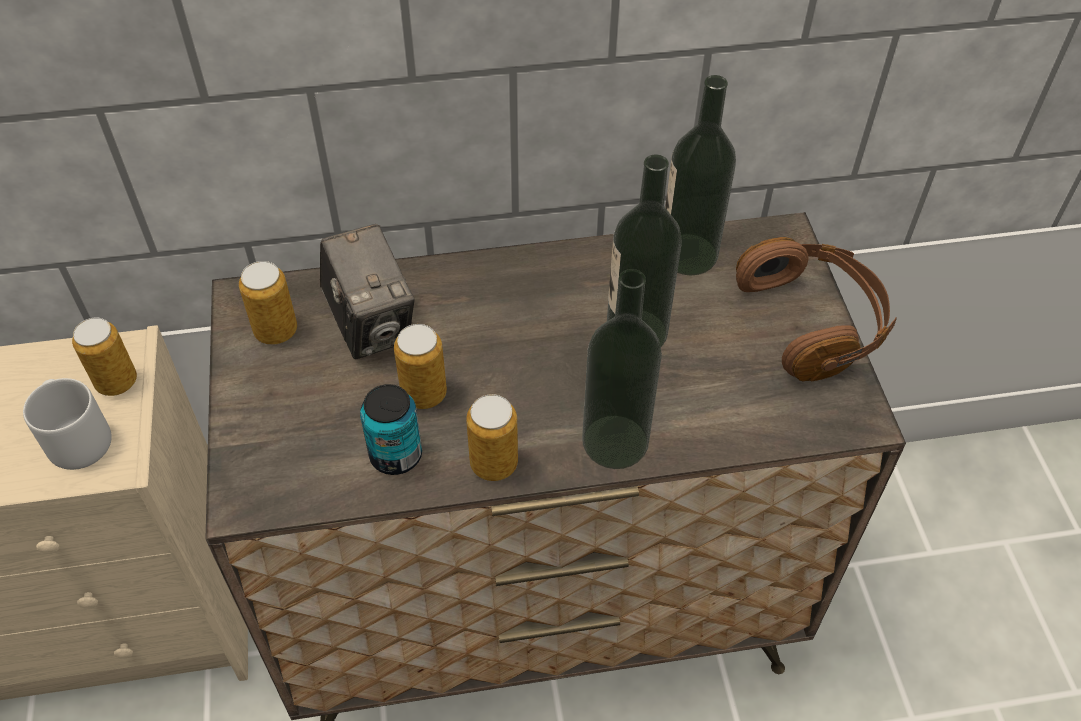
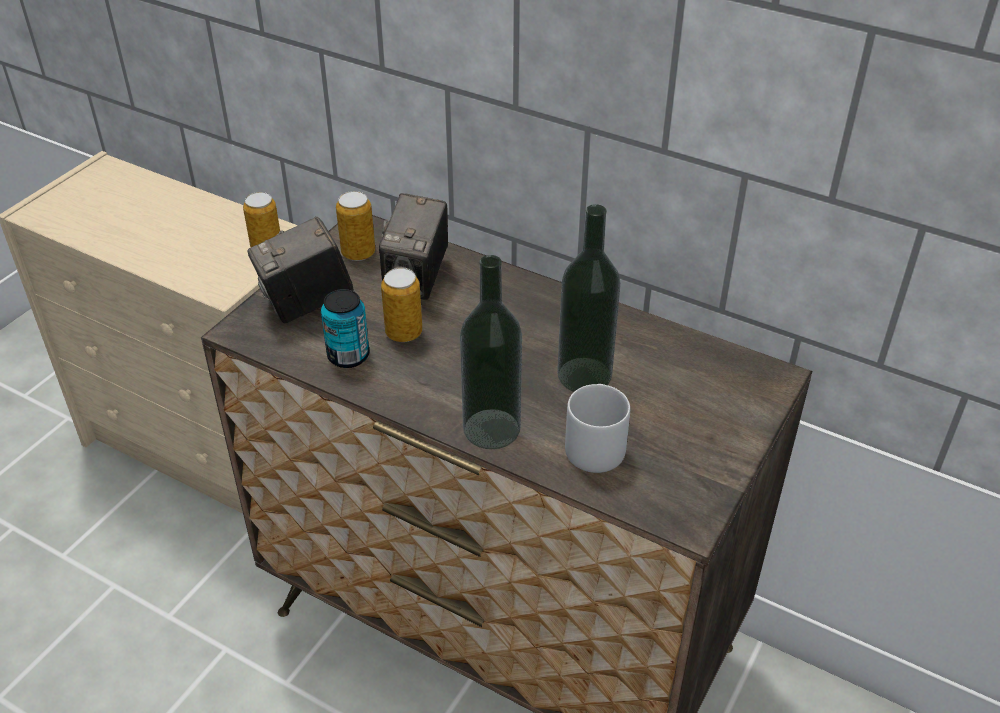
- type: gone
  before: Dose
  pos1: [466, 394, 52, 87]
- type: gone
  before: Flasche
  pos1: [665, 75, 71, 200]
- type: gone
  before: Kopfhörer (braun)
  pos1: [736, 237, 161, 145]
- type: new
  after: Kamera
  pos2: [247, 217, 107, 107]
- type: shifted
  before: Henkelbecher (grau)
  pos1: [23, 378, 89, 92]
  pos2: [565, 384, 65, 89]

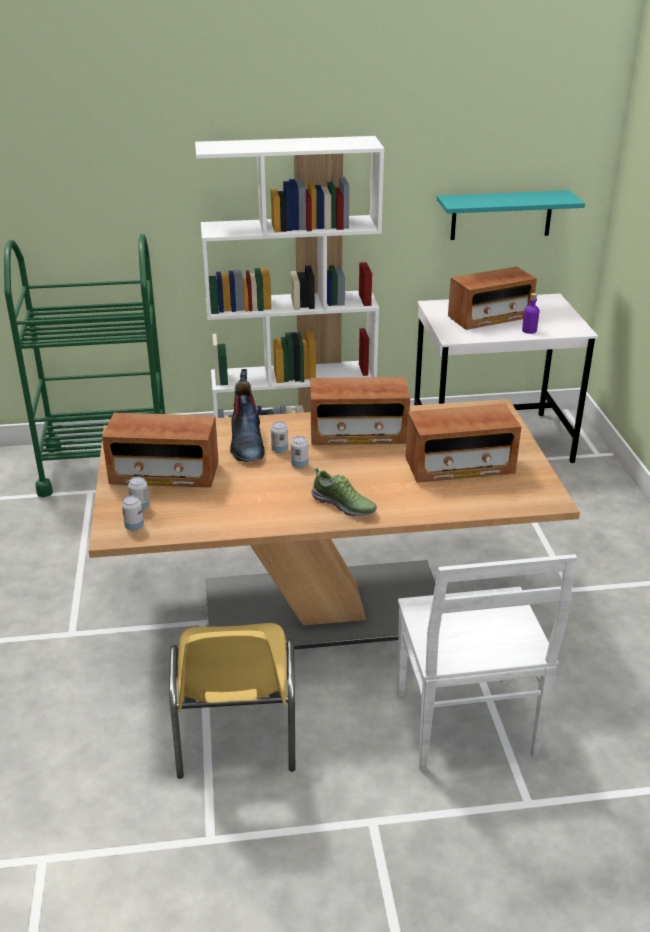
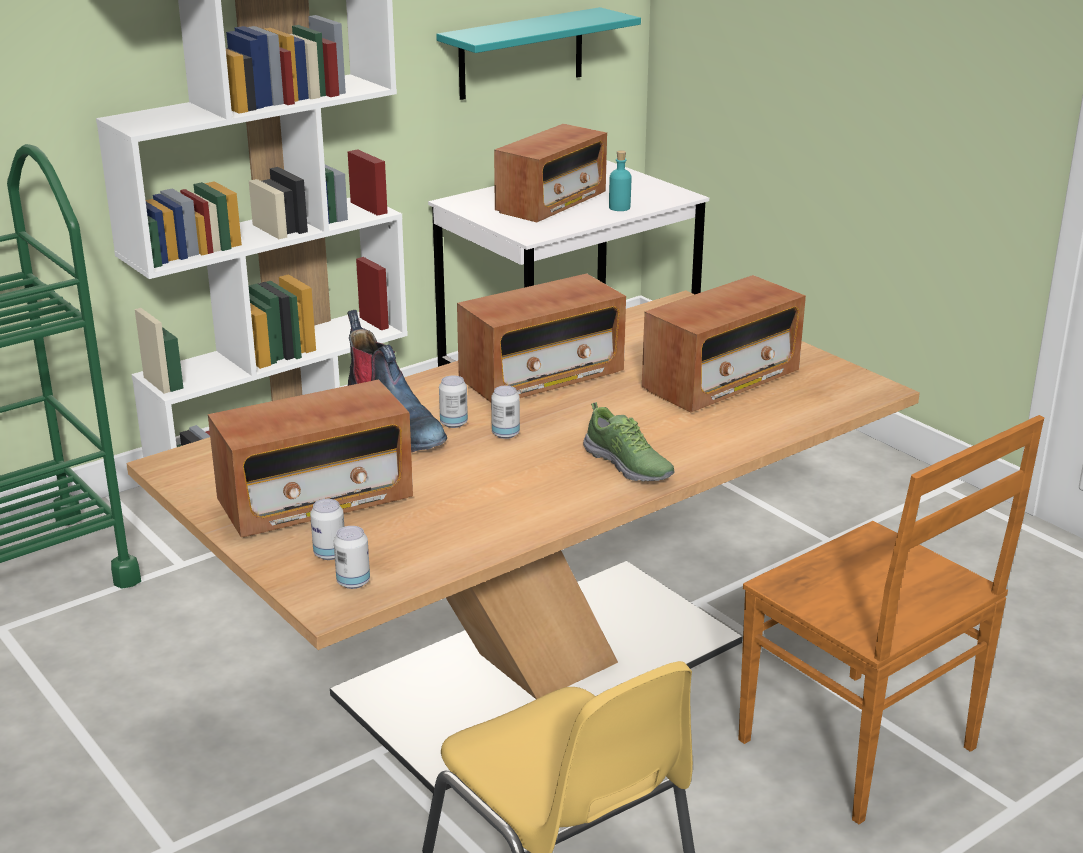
- type: repainted
  before: Stuhl (weiß)
  after: Stuhl (braun)
  pos1: [397, 554, 180, 217]
  pos2: [738, 415, 307, 409]
- type: repainted
  before: Flasche (lila)
  after: Flasche (türkis)
  pos1: [522, 293, 17, 41]
  pos2: [609, 150, 23, 61]
- type: rotated
  before: Schuh
  pos1: [312, 468, 65, 49]
  pos2: [583, 402, 92, 79]
  turn: 45

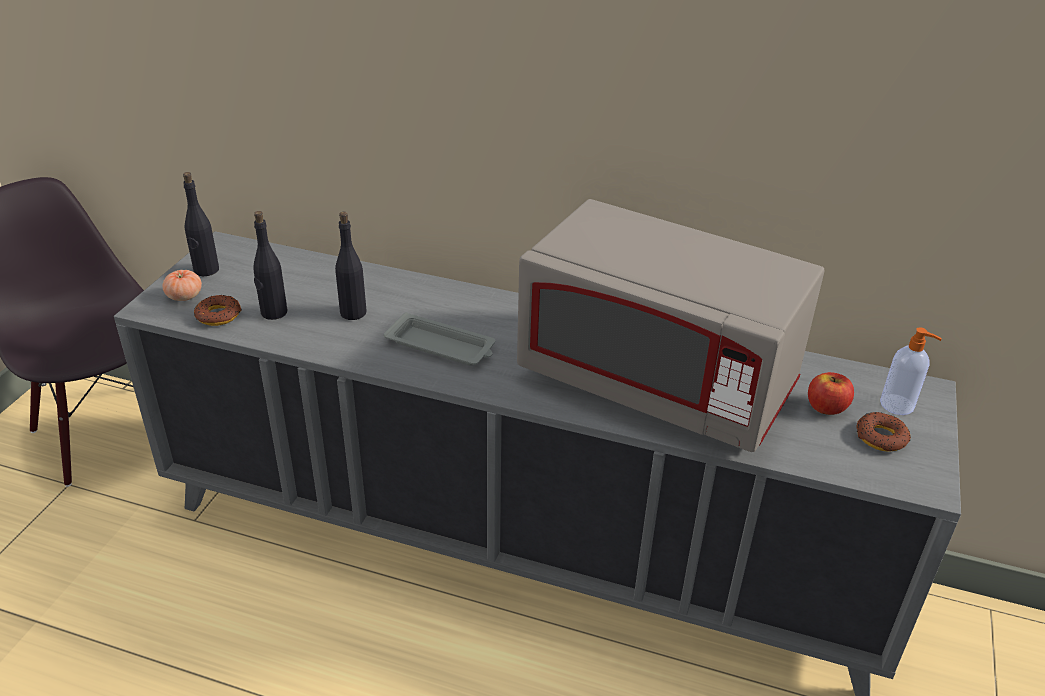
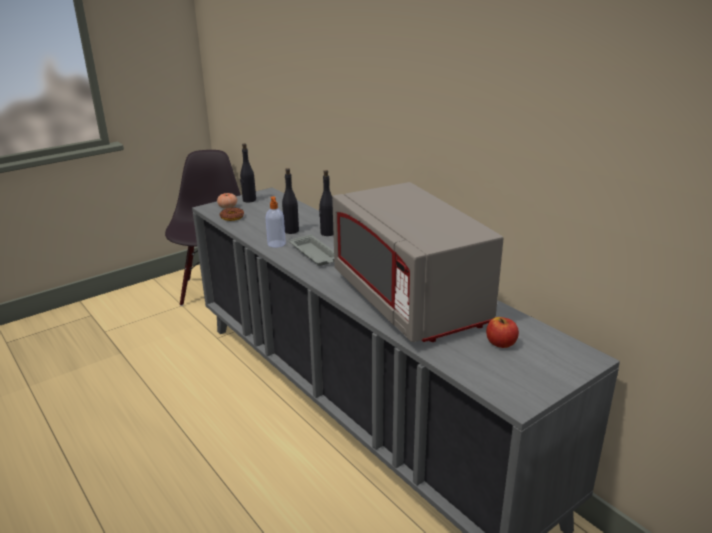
- type: gone
  before: Donut
  pos1: [856, 412, 55, 40]
- type: shifted
  before: Flasche (schwarz)
  pos1: [254, 211, 33, 109]
  pos2: [319, 170, 15, 66]
- type: shifted
  before: Seifenspender
  pos1: [880, 327, 62, 88]
  pos2: [266, 196, 20, 52]

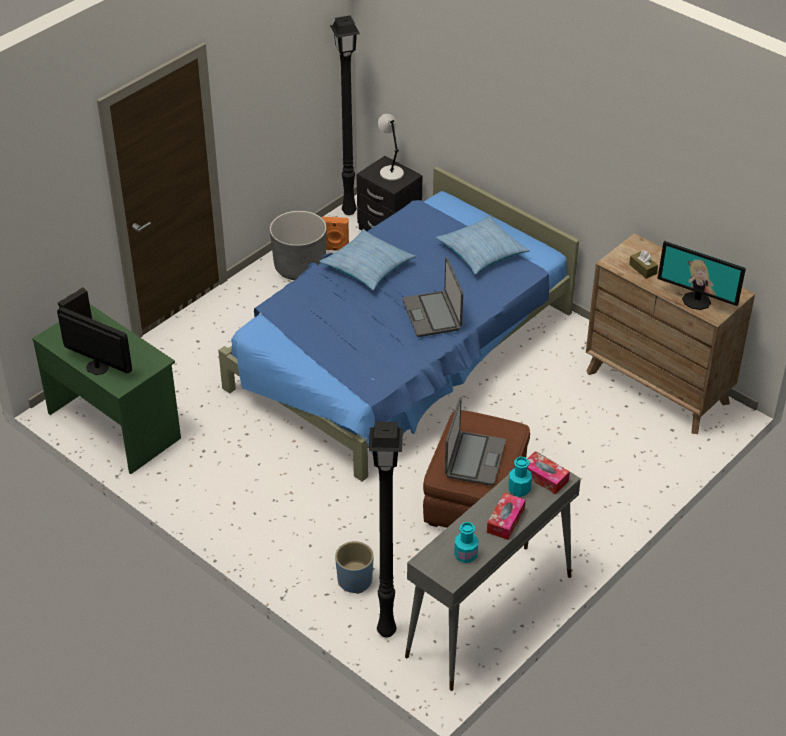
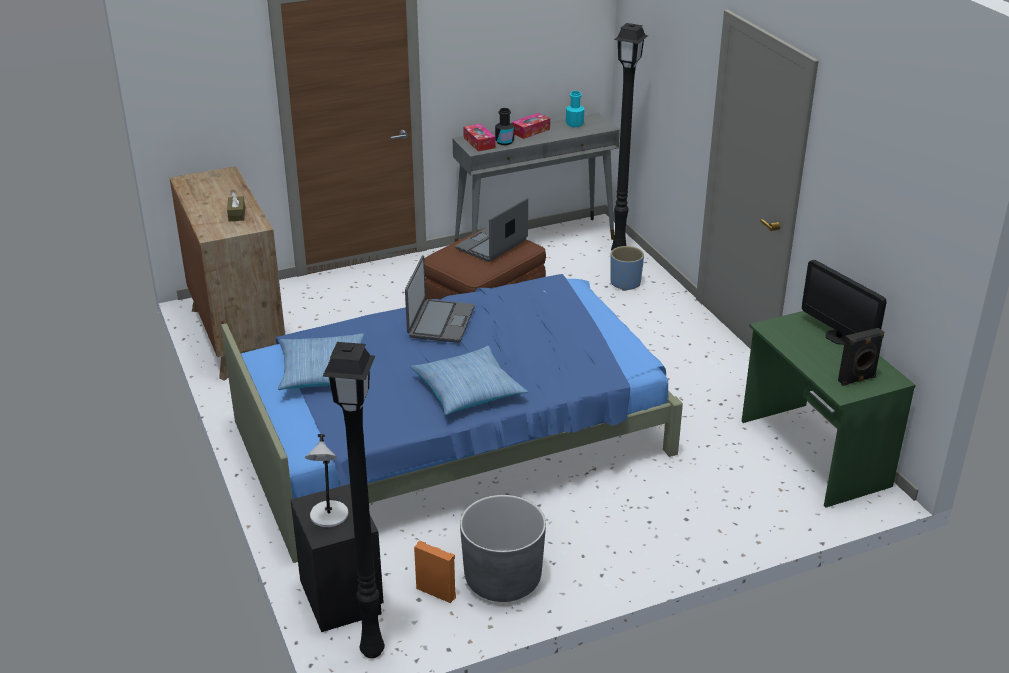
- type: gone
  before: Monitor
  pos1: [658, 241, 88, 69]
- type: repainted
  before: Flasche (türkis)
  after: Flasche (schwarz)
  pos1: [508, 456, 24, 41]
  pos2: [495, 108, 19, 37]

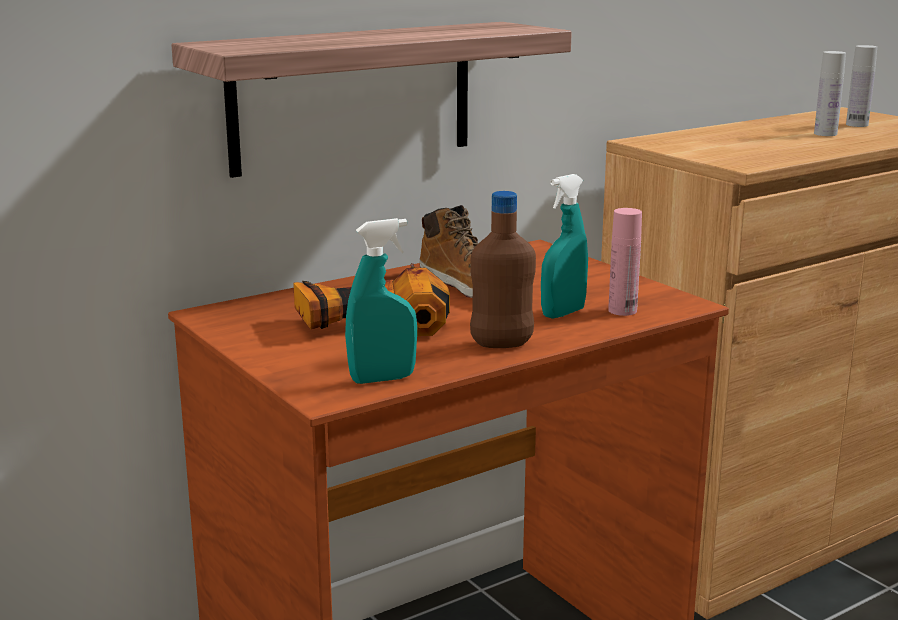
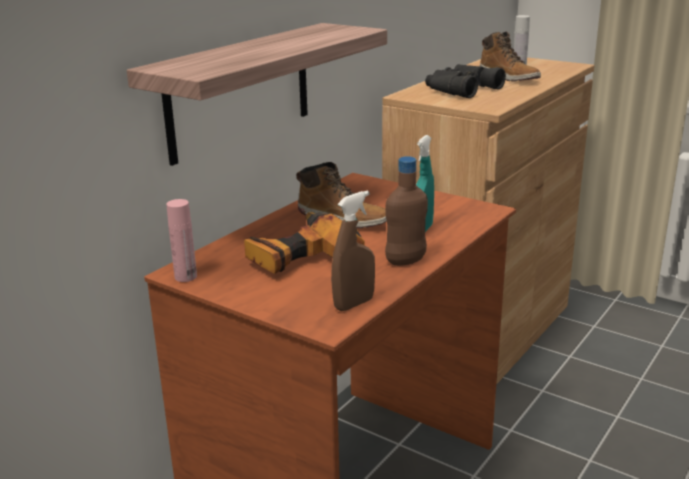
- type: new
  after: Fernglas (schwarz)
  pos2: [425, 64, 81, 34]
- type: shifted
  before: Flasche (rosa)
  pos1: [608, 208, 34, 108]
  pos2: [166, 199, 31, 83]
- type: swapped
  before: Flasche (weiß)
  after: Stiefel
  pos1: [814, 51, 32, 85]
  pos2: [480, 31, 61, 51]
- type: repainted
  before: Sprühflasche (türkis)
  after: Sprühflasche (braun)
  pos1: [345, 218, 72, 166]
  pos2: [331, 191, 44, 120]

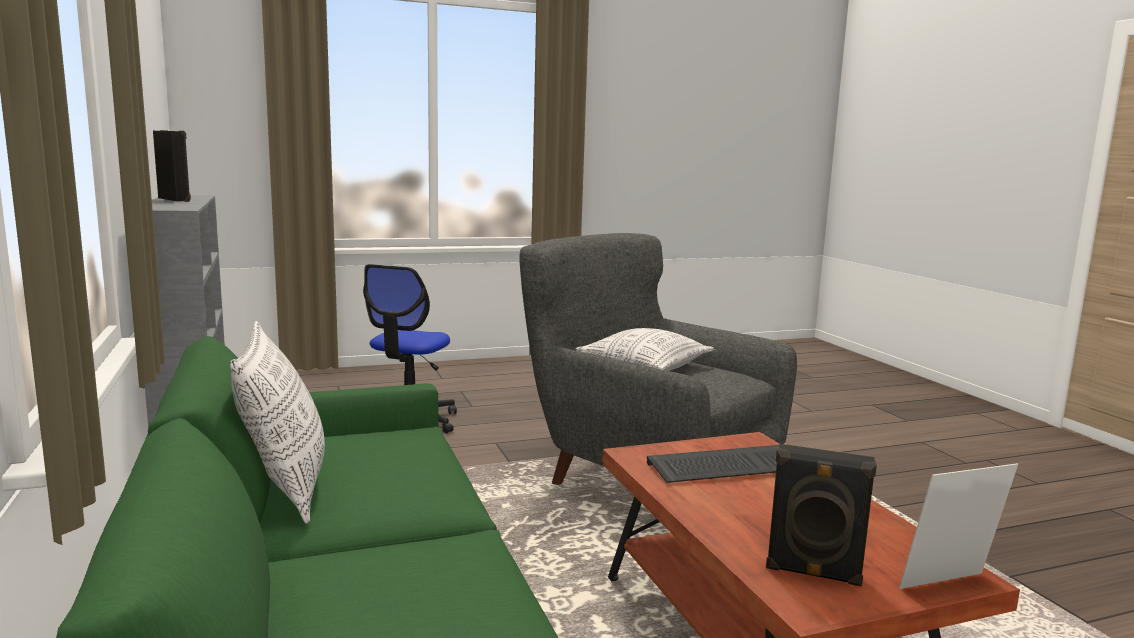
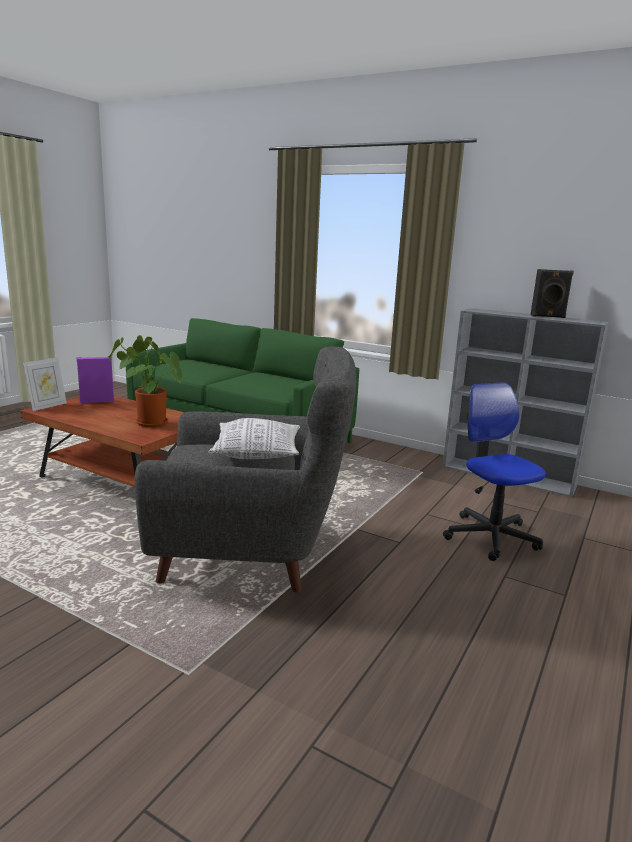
- type: gone
  before: Kissen
  pos1: [230, 321, 95, 203]
- type: swapped
  before: Tastatur
  after: Topfpflanze
  pos1: [647, 445, 132, 38]
  pos2: [108, 335, 75, 92]
- type: repainted
  before: Lautsprecher (schwarz)
  after: Lautsprecher (lila)
  pos1: [766, 444, 111, 143]
  pos2: [77, 357, 37, 46]

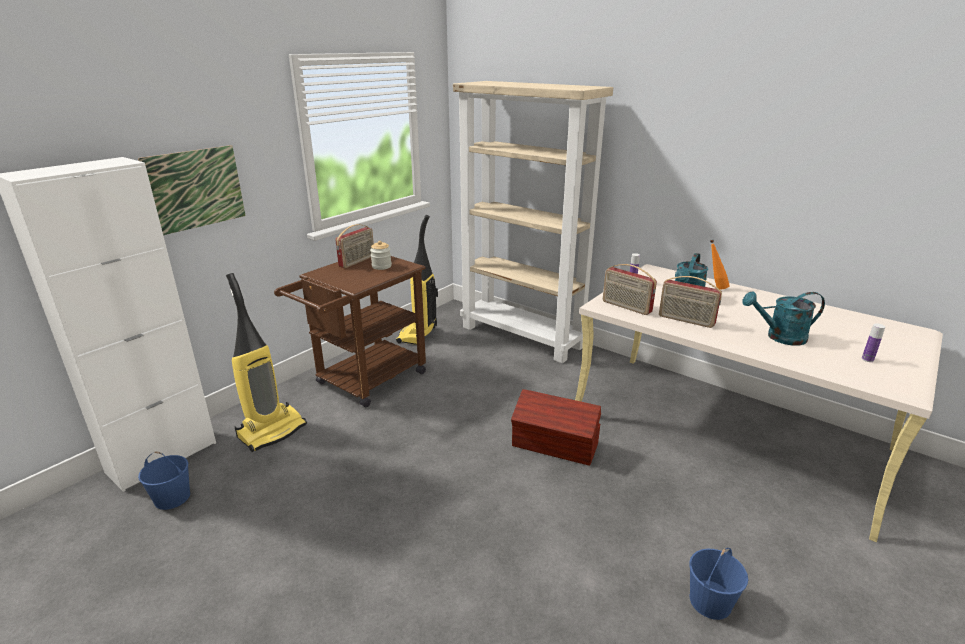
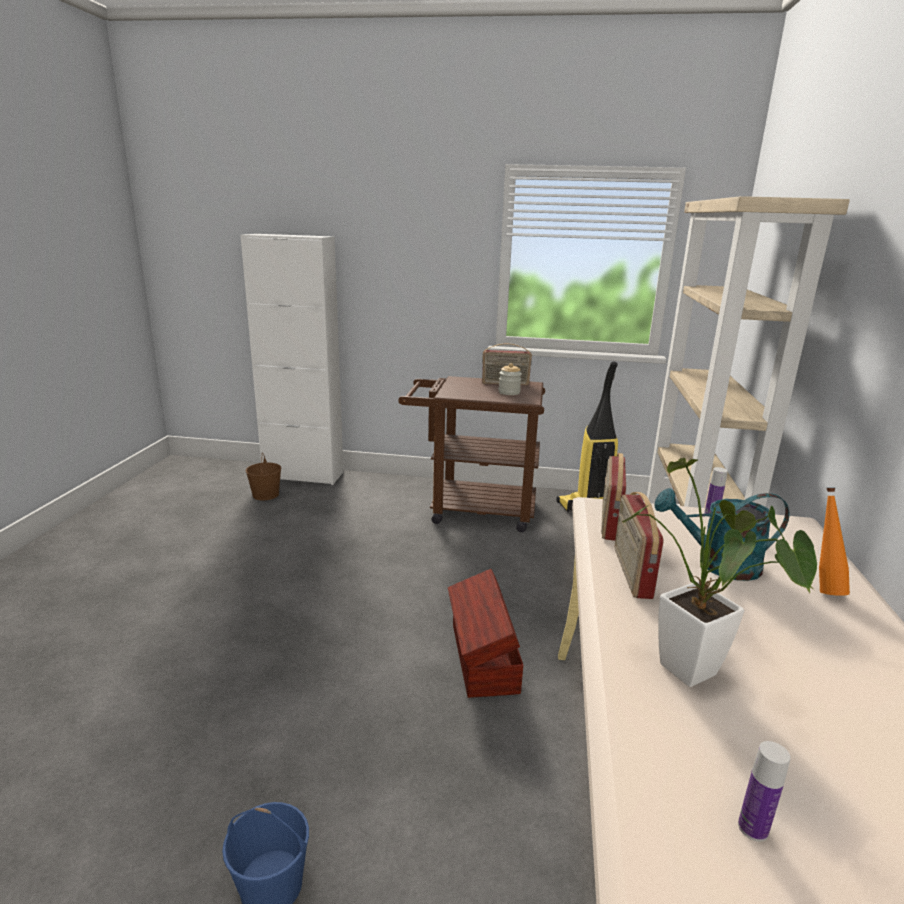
- type: gone
  before: Bild
  pos1: [138, 145, 108, 90]
- type: gone
  before: Staubsauger
  pos1: [226, 273, 81, 179]
- type: swapped
  before: Gießkanne (türkis)
  after: Topfpflanze
  pos1: [742, 291, 83, 55]
  pos2: [622, 458, 195, 229]
- type: repainted
  before: Eimer (blau)
  after: Eimer (braun)
  pos1: [138, 452, 52, 58]
  pos2: [246, 452, 35, 48]

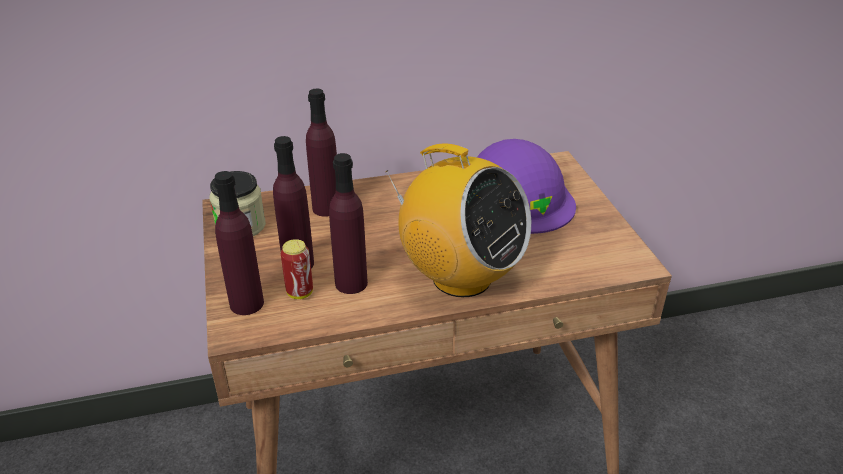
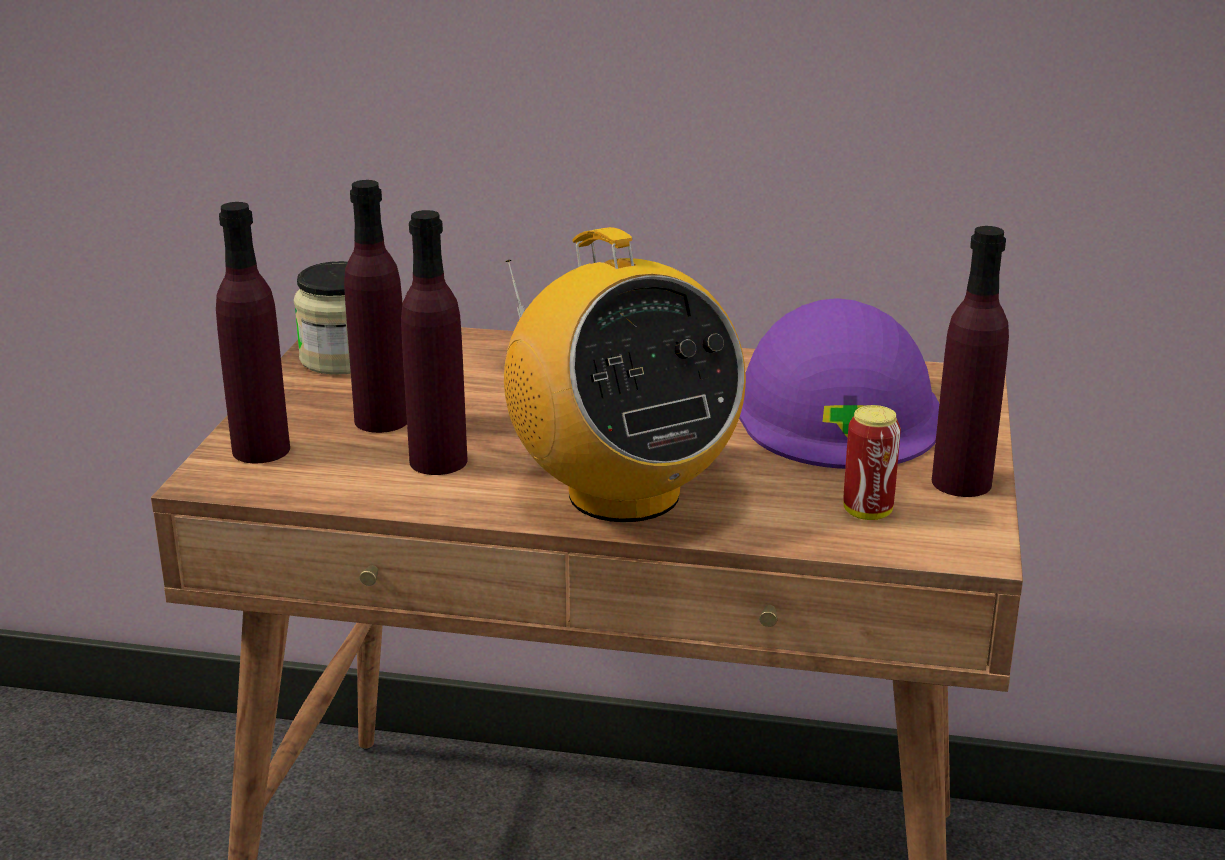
- type: shifted
  before: Dose
  pos1: [281, 239, 32, 60]
  pos2: [843, 405, 58, 115]
- type: shifted
  before: Flasche (lila)
  pos1: [306, 89, 31, 128]
  pos2: [932, 226, 77, 271]

